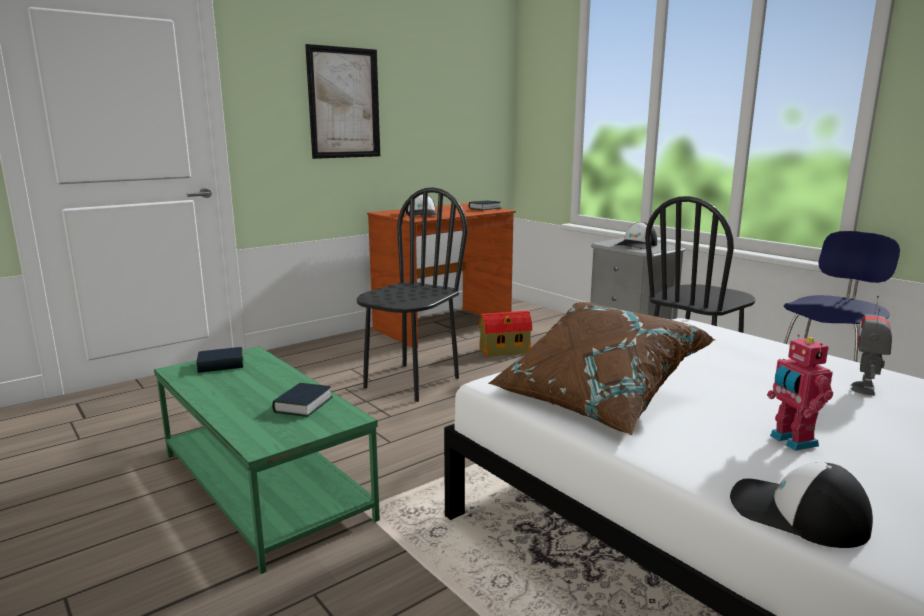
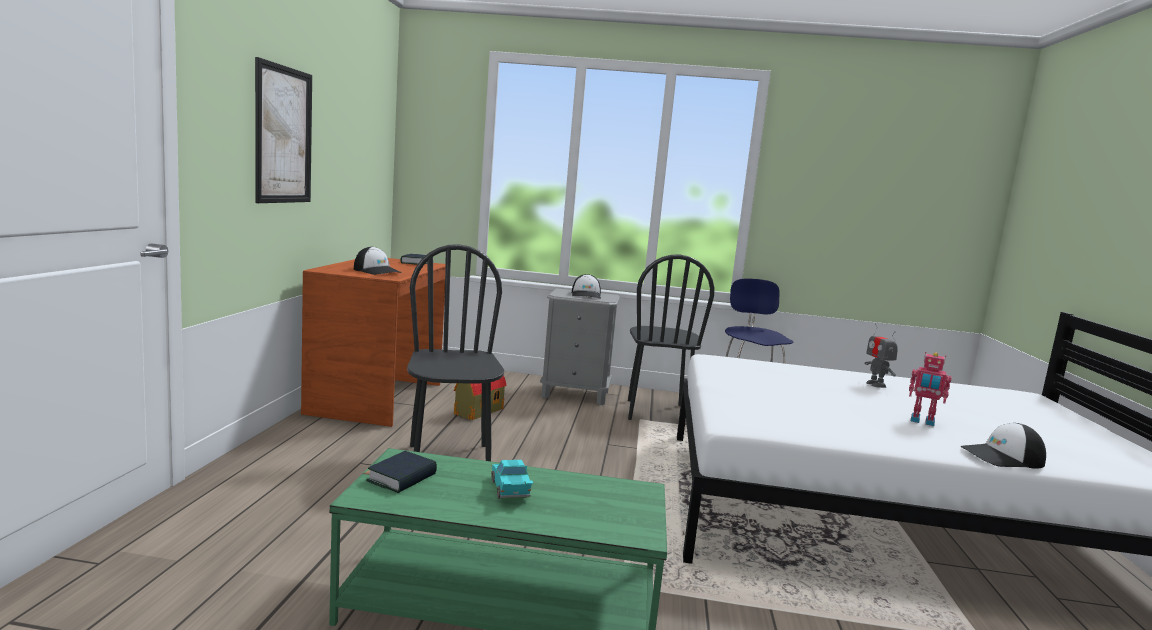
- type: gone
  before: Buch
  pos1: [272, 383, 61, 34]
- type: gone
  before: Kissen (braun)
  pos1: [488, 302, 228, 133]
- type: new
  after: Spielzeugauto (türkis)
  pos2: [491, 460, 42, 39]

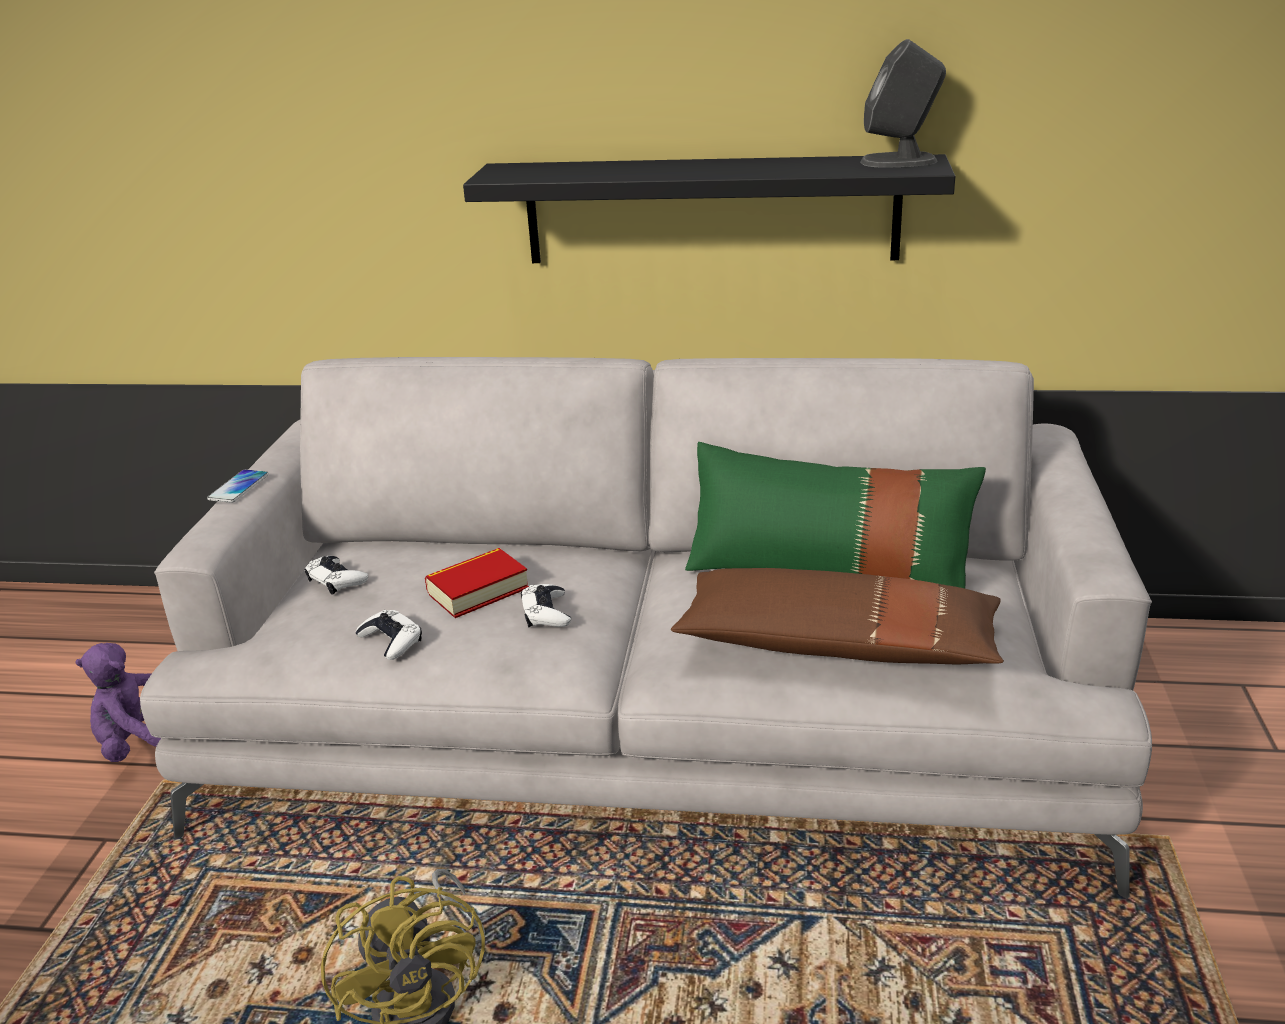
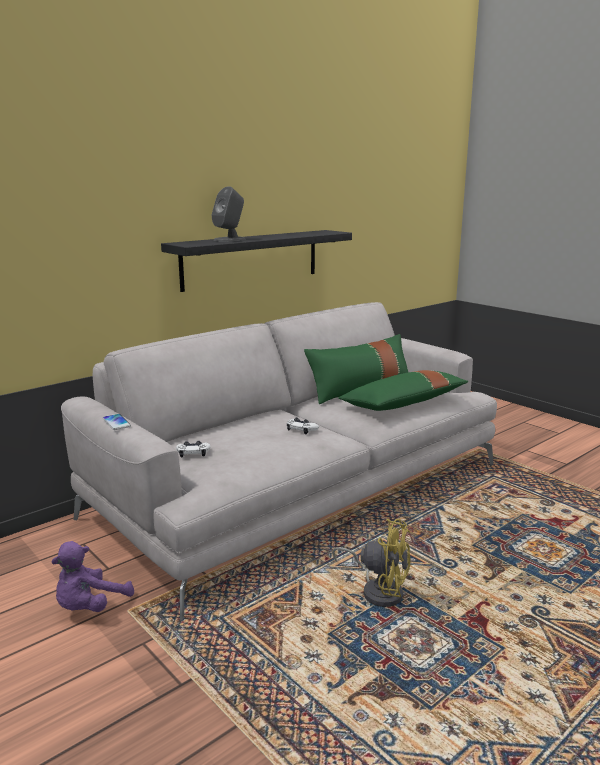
- type: gone
  before: Gamepad (weiß)
  pos1: [356, 610, 66, 50]
- type: gone
  before: Buch
  pos1: [425, 548, 104, 70]
- type: shifted
  before: Lautsprecher (grau)
  pos1: [860, 39, 86, 129]
  pos2: [212, 186, 33, 56]
- type: repainted
  before: Kissen (braun)
  after: Kissen (grün)
  pos1: [671, 568, 333, 96]
  pos2: [338, 370, 130, 41]

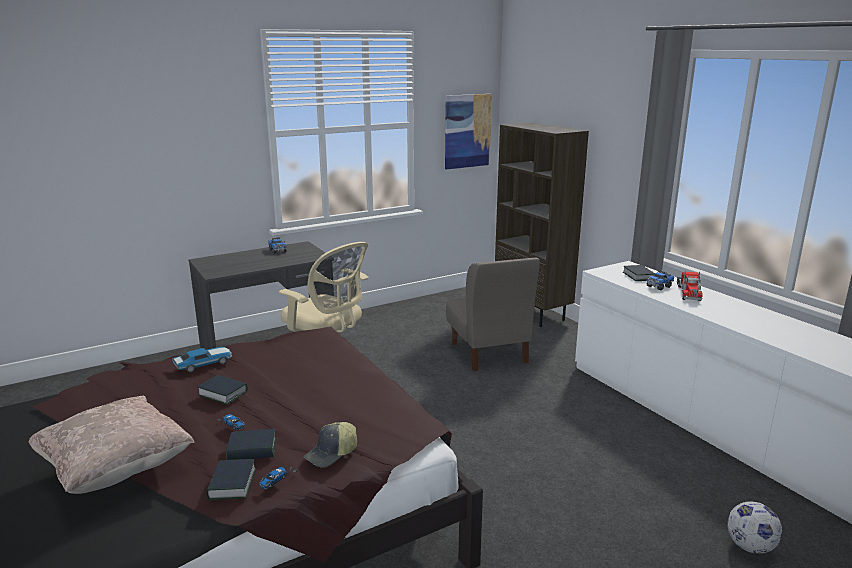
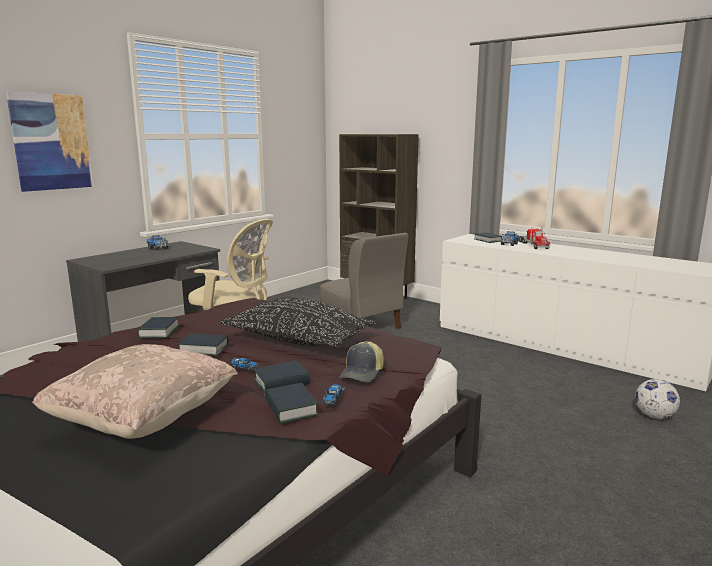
- type: new
  after: Kissen (schwarz)
  pos2: [220, 298, 156, 50]
- type: shifted
  before: Bild
  pos1: [445, 94, 47, 76]
  pos2: [6, 92, 87, 100]
- type: swapped
  before: Spielzeugauto
  after: Buch
  pos1: [172, 347, 60, 25]
  pos2: [137, 317, 43, 21]

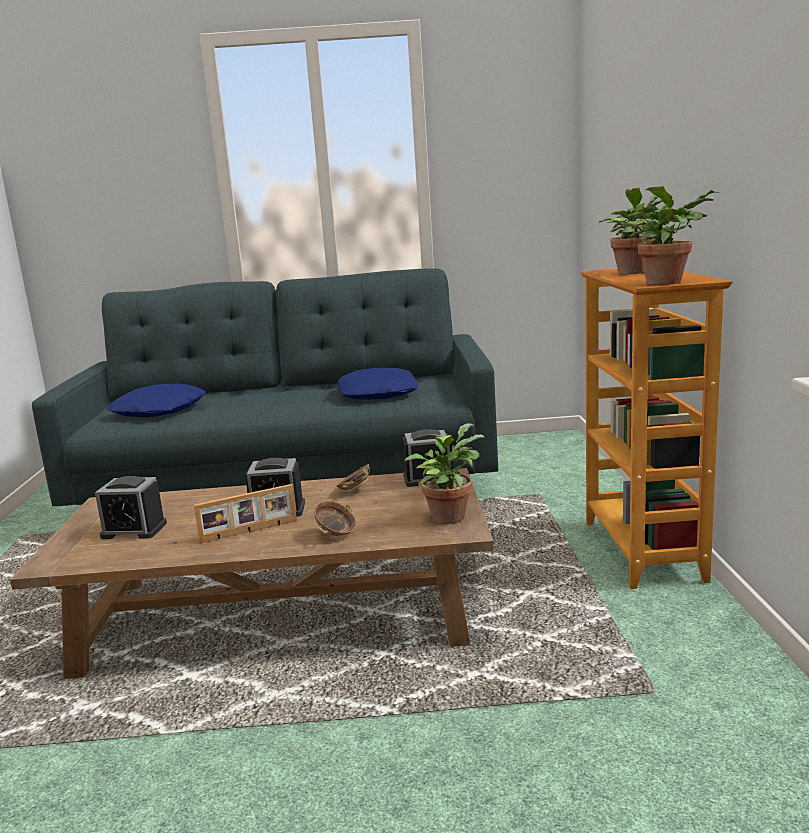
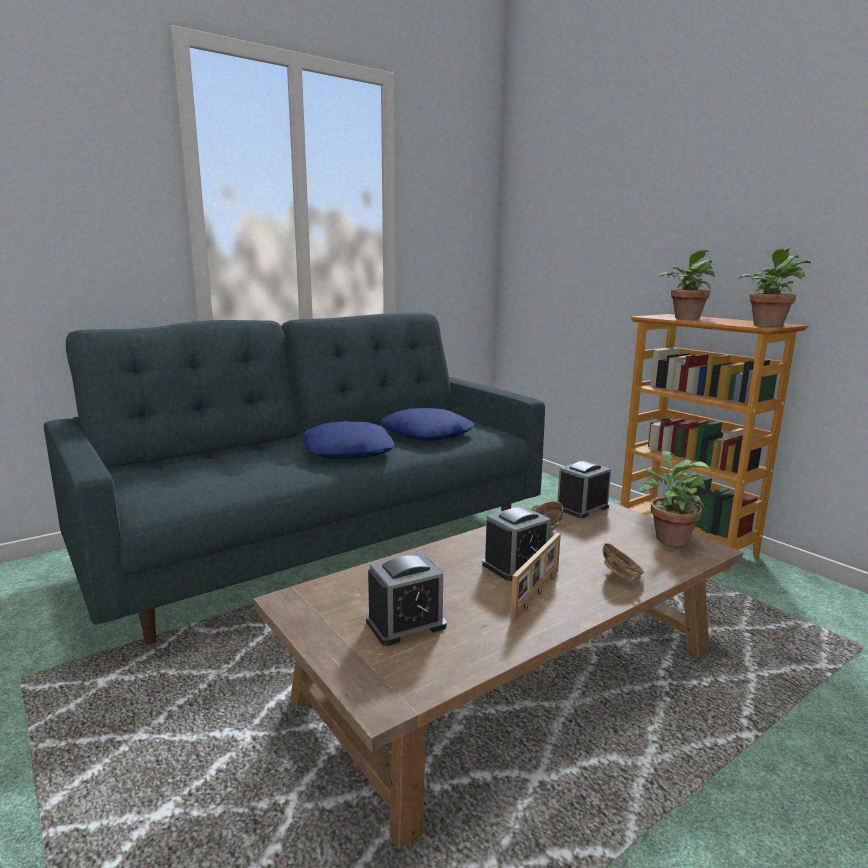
- type: shifted
  before: Kissen (blau)
  pos1: [107, 383, 99, 34]
  pos2: [303, 421, 92, 38]

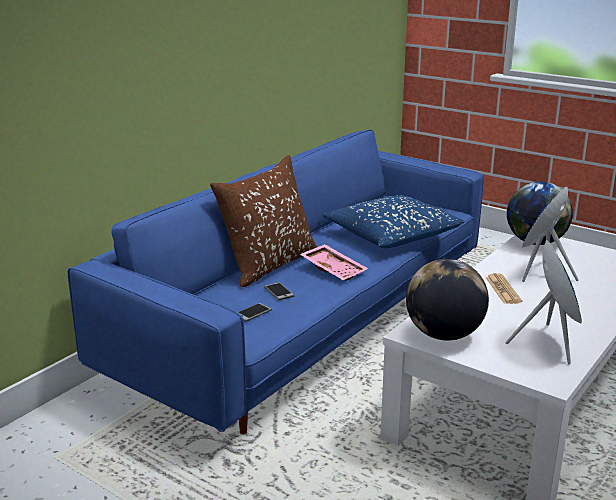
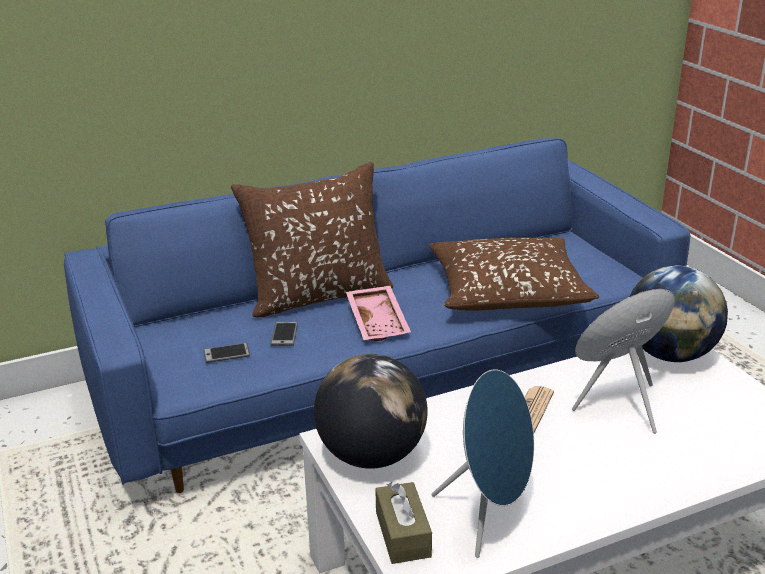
- type: new
  after: Taschentuchbox (braun)
  pos2: [375, 482, 57, 82]
- type: repainted
  before: Kissen (blau)
  after: Kissen (braun)
  pos1: [323, 195, 141, 53]
  pos2: [429, 237, 170, 74]

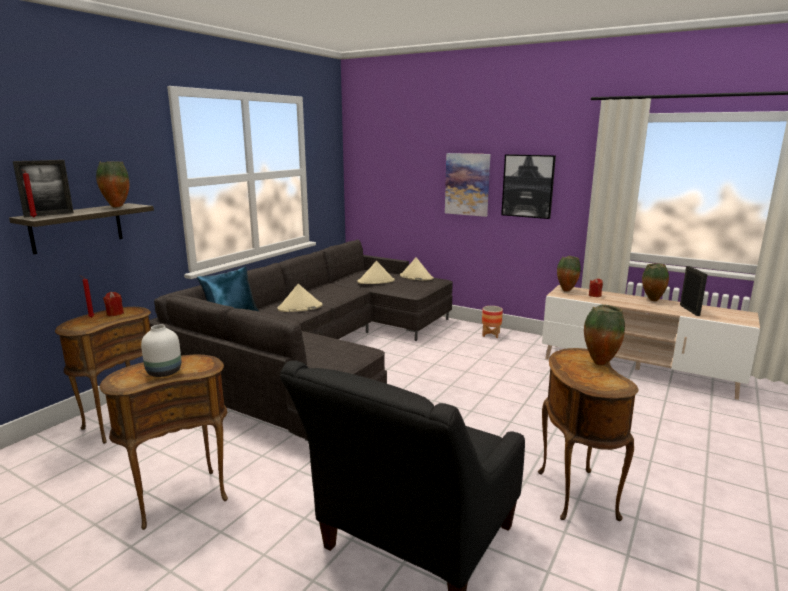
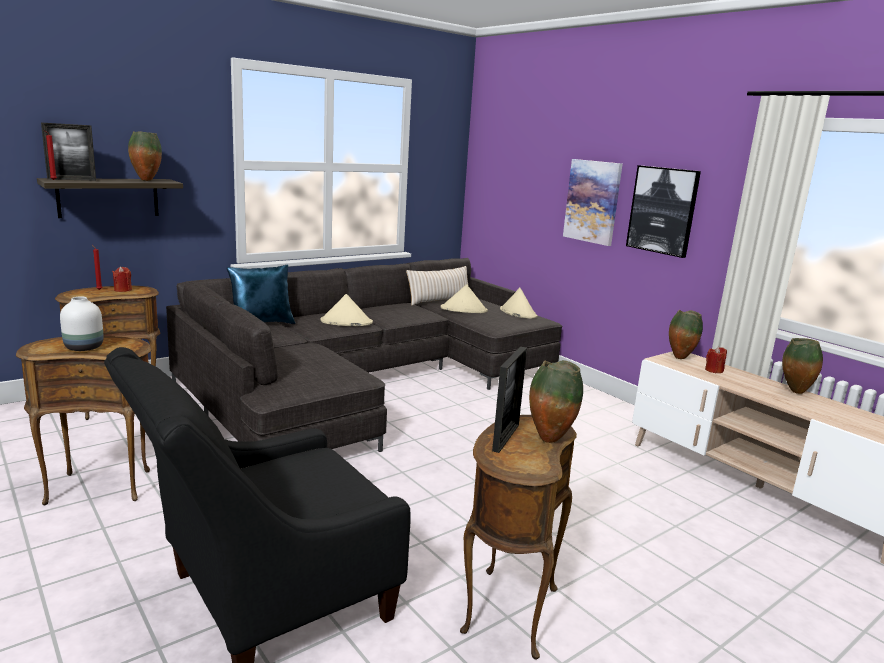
- type: gone
  before: Pflanzkübel
  pos1: [482, 306, 21, 32]
- type: new
  after: Kissen (beige)
  pos2: [406, 266, 62, 40]
- type: shifted
  before: Bilderrahmen
  pos1: [680, 266, 28, 50]
  pos2: [492, 347, 35, 106]

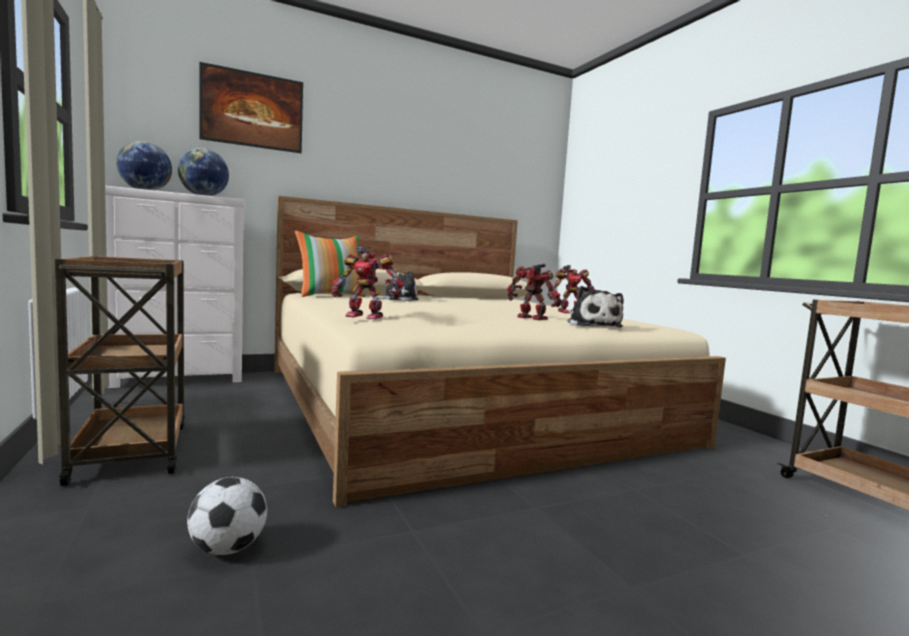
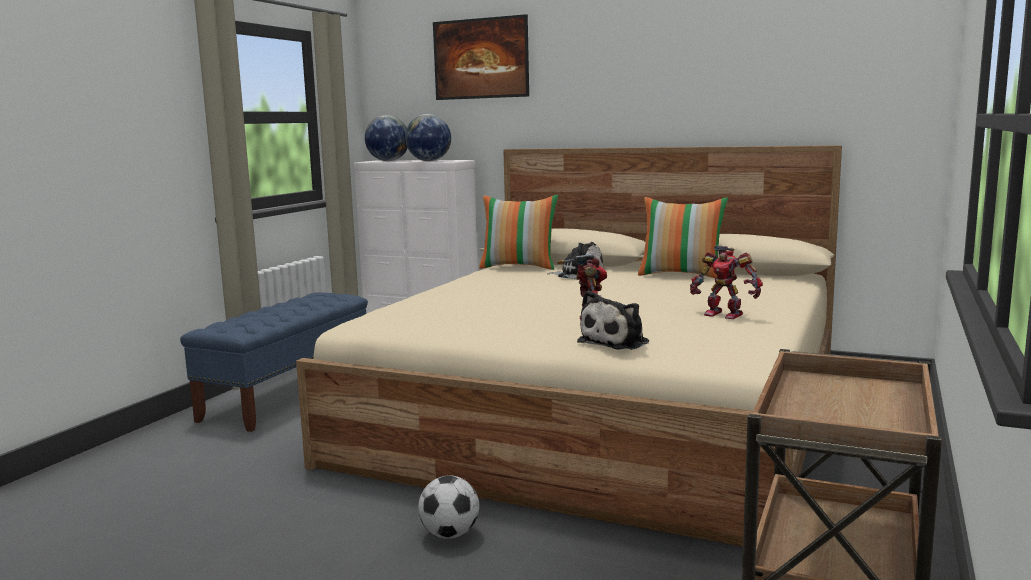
- type: gone
  before: Spielzeugroboter
  pos1: [332, 247, 71, 72]
- type: new
  after: Kissen
  pos2: [638, 197, 90, 81]
- type: shifted
  before: Fußball
  pos1: [187, 477, 80, 78]
  pos2: [418, 475, 61, 64]
- type: swapped
  before: Rollwagen (braun)
  after: Bank (blau)
  pos1: [55, 256, 130, 230]
  pos2: [180, 292, 188, 140]

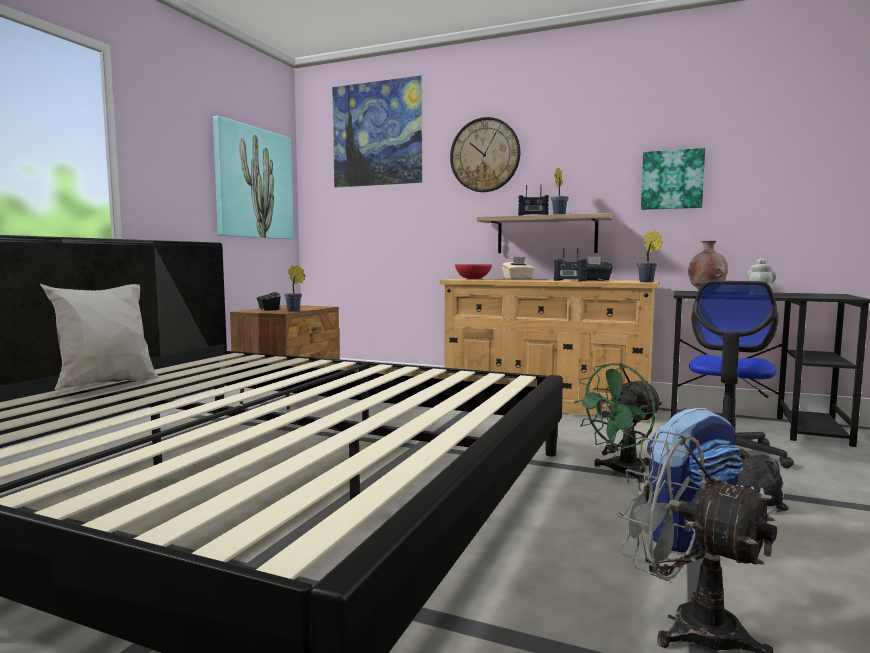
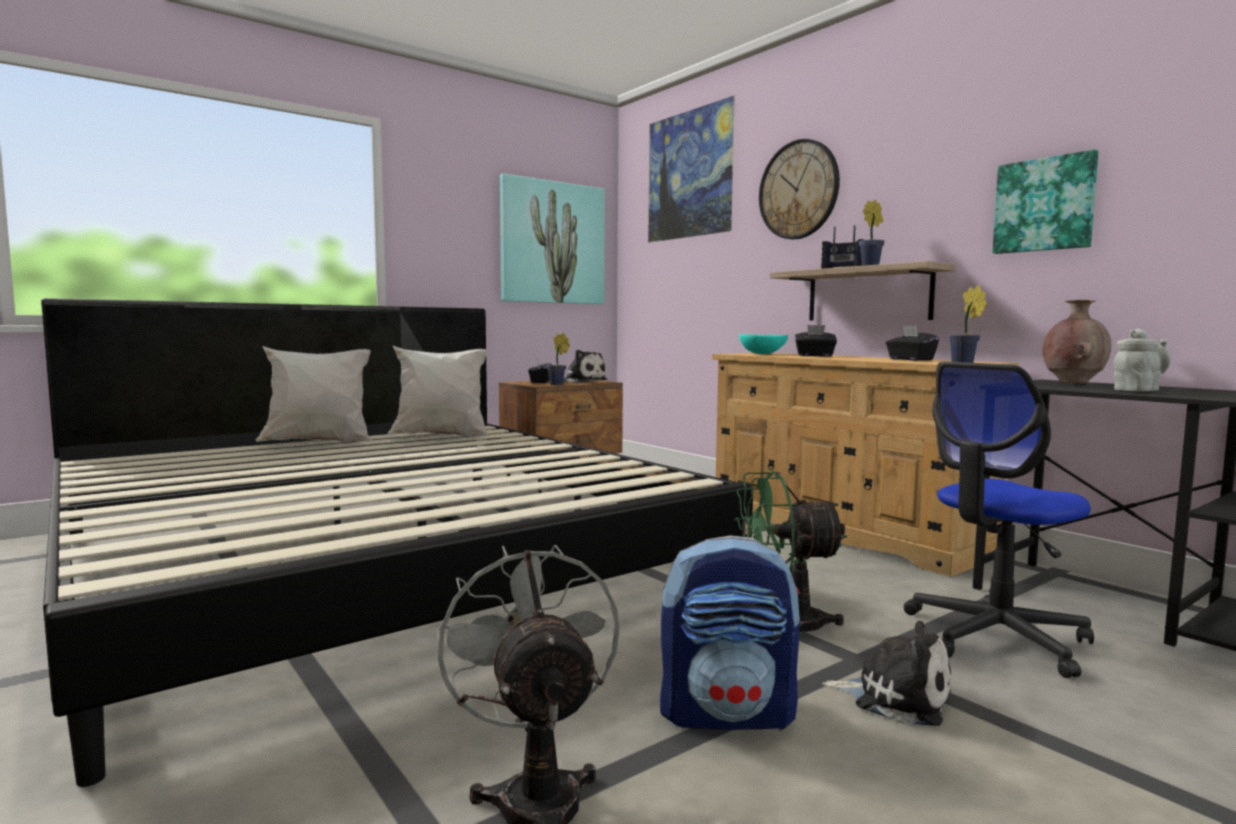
- type: gone
  before: Radio
  pos1: [554, 248, 33, 34]
- type: new
  after: Kissen (weiß)
  pos2: [388, 346, 101, 90]
- type: new
  after: Plüschtier
  pos2: [564, 350, 43, 33]
- type: repainted
  before: Schüssel (rot)
  after: Schüssel (türkis)
  pos1: [455, 264, 37, 15]
  pos2: [739, 334, 49, 20]
- type: repainted
  before: Taschentuchbox (beige)
  after: Taschentuchbox (schwarz)
  pos1: [501, 257, 34, 23]
  pos2: [795, 325, 42, 31]

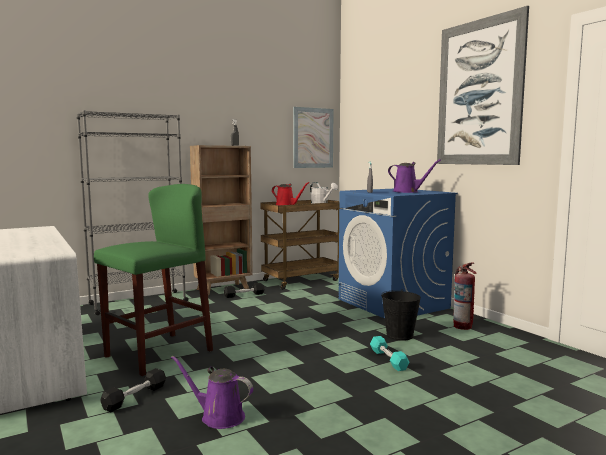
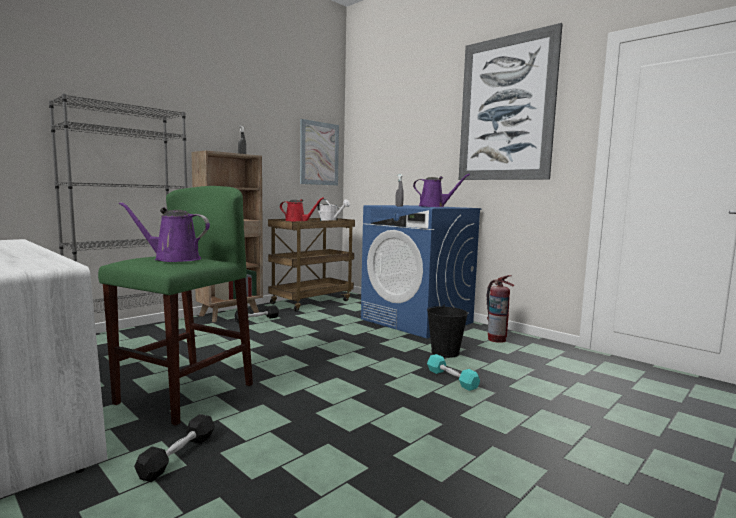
- type: shifted
  before: Gießkanne (lila)
  pos1: [171, 356, 82, 73]
  pos2: [119, 202, 91, 60]

